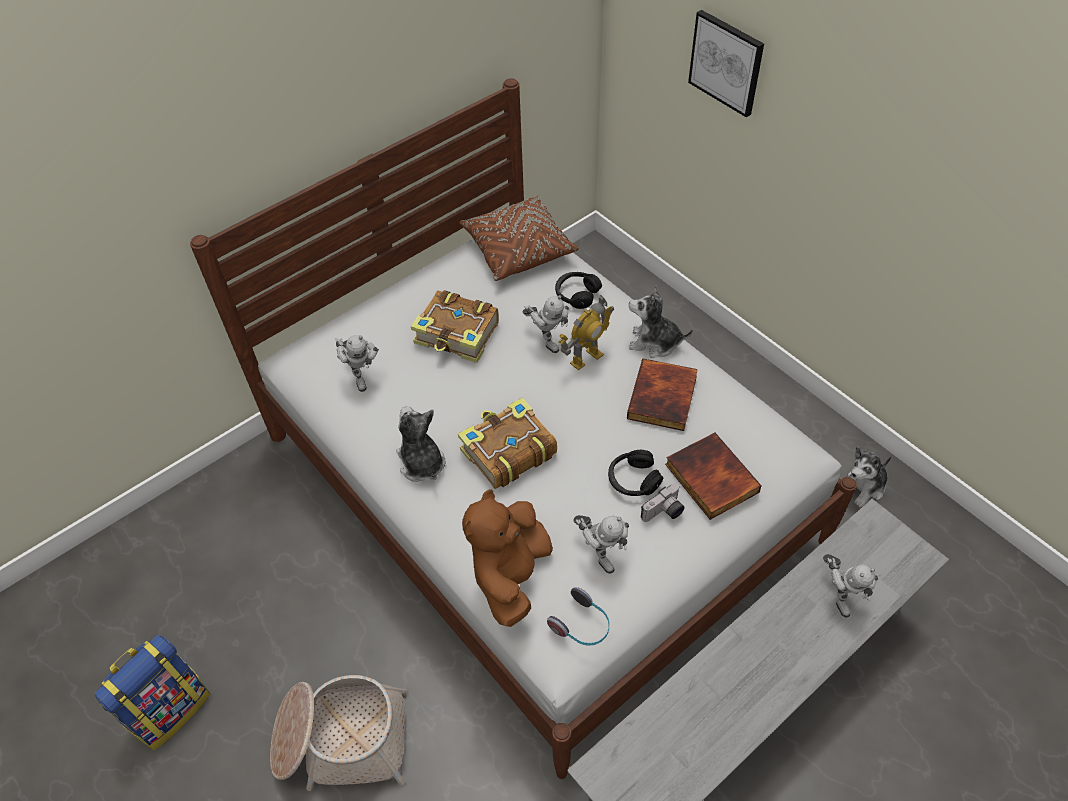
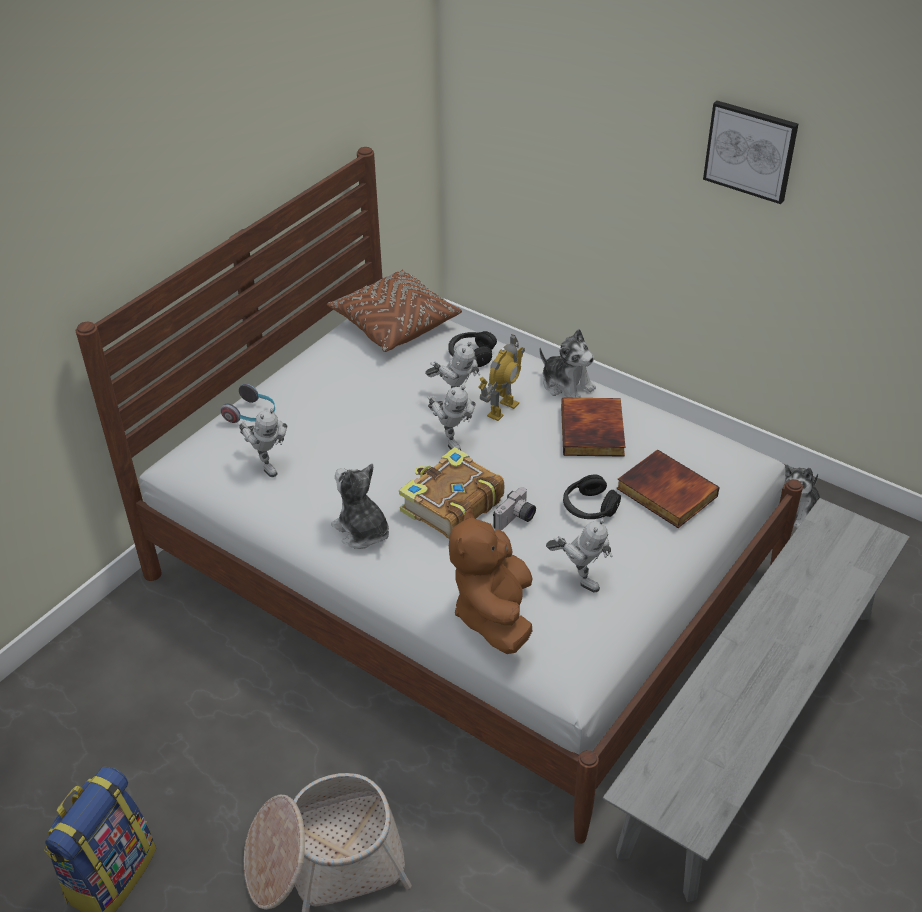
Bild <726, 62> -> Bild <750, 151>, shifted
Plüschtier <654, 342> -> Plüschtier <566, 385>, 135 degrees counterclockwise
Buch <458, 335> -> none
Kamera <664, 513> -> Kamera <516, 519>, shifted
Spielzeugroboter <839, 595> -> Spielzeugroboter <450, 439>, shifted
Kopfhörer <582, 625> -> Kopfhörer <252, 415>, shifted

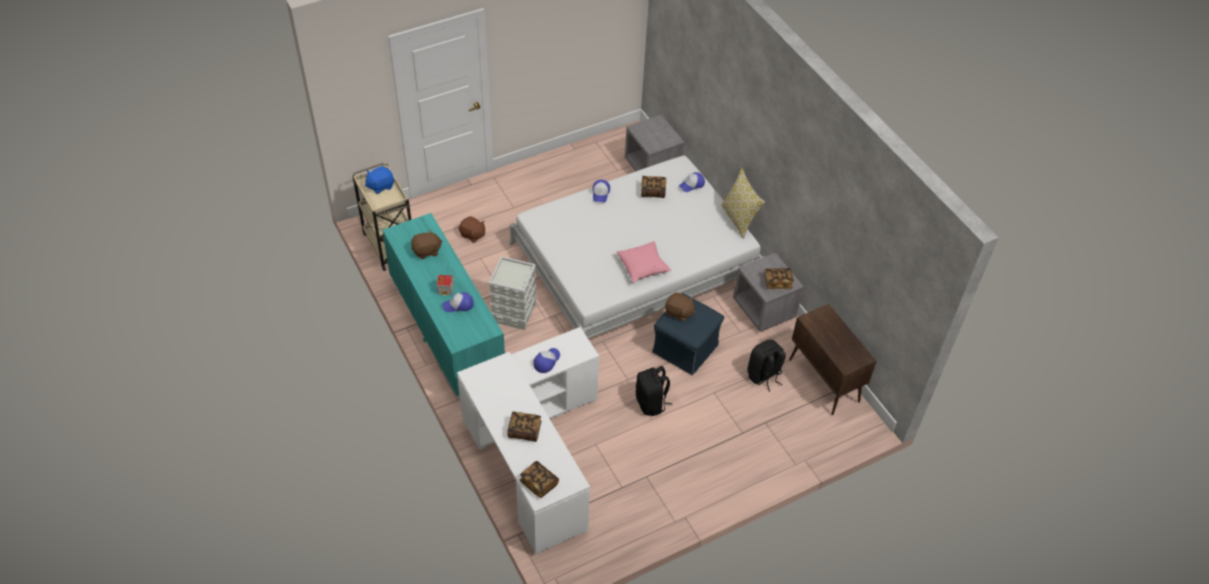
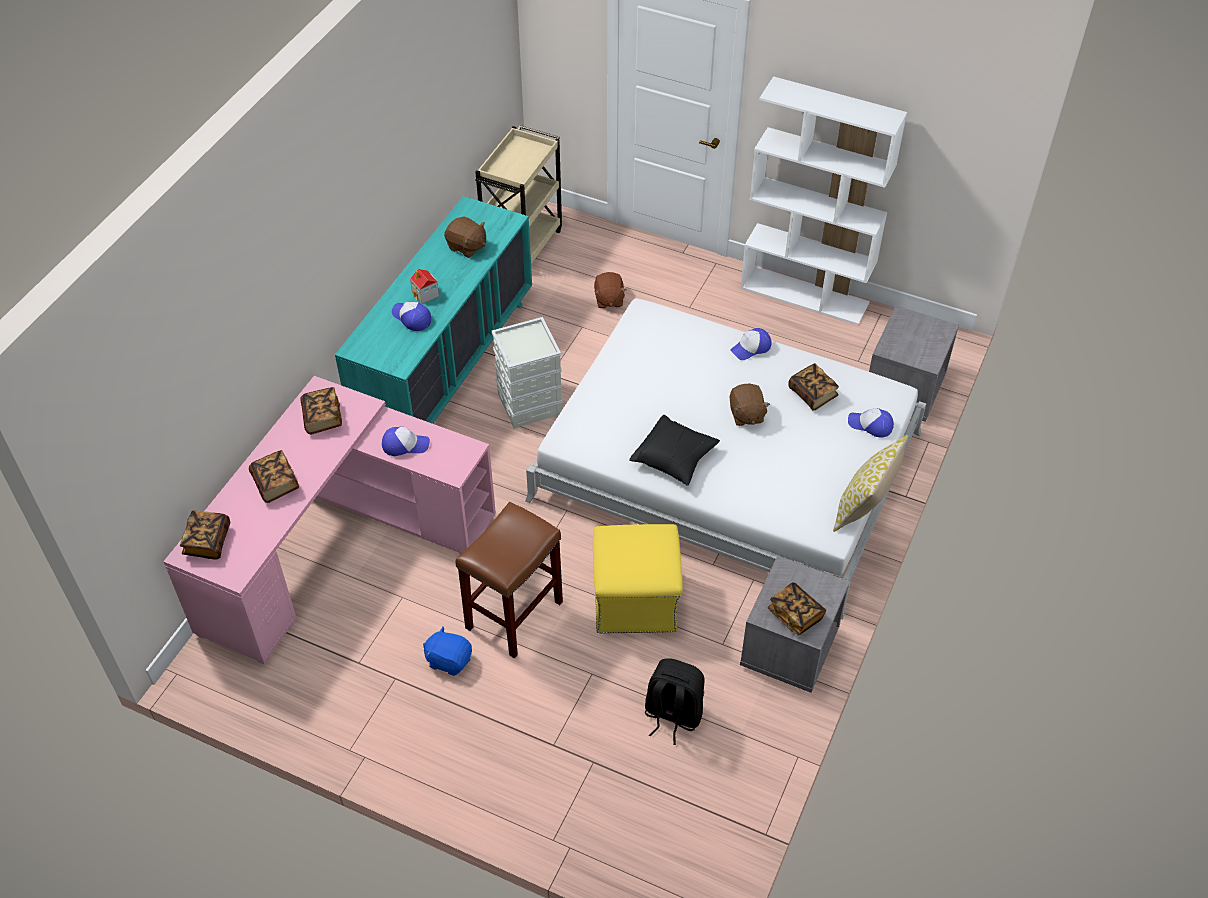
Plüschtier (blau) <380, 186> -> Plüschtier (blau) <449, 660>, shifted
Kissen (rosa) <643, 266> -> Kissen (schwarz) <674, 458>
Plüschtier (braun) <679, 313> -> Plüschtier (braun) <746, 415>, shifted
Polsterhocker (blau) <685, 348> -> Polsterhocker (gelb) <636, 600>
Schrank (braun) <824, 381> -> none
Schreibtisch (weiß) <531, 454> -> Schreibtisch (rosa) <337, 545>
Rucksack (schwarz) <651, 403> -> Hocker (braun) <514, 616>
none -> Bücherregal (weiß) <805, 295>
none -> Buch <322, 418>

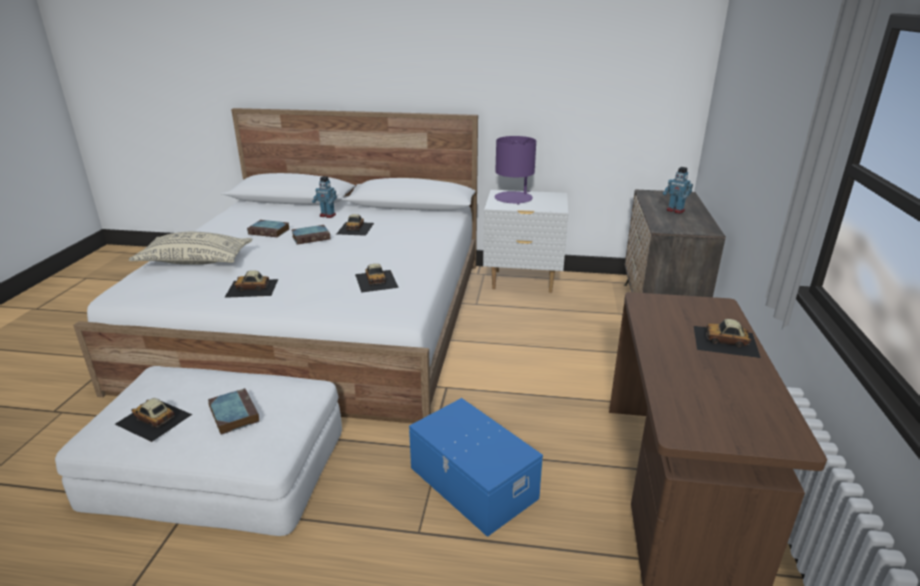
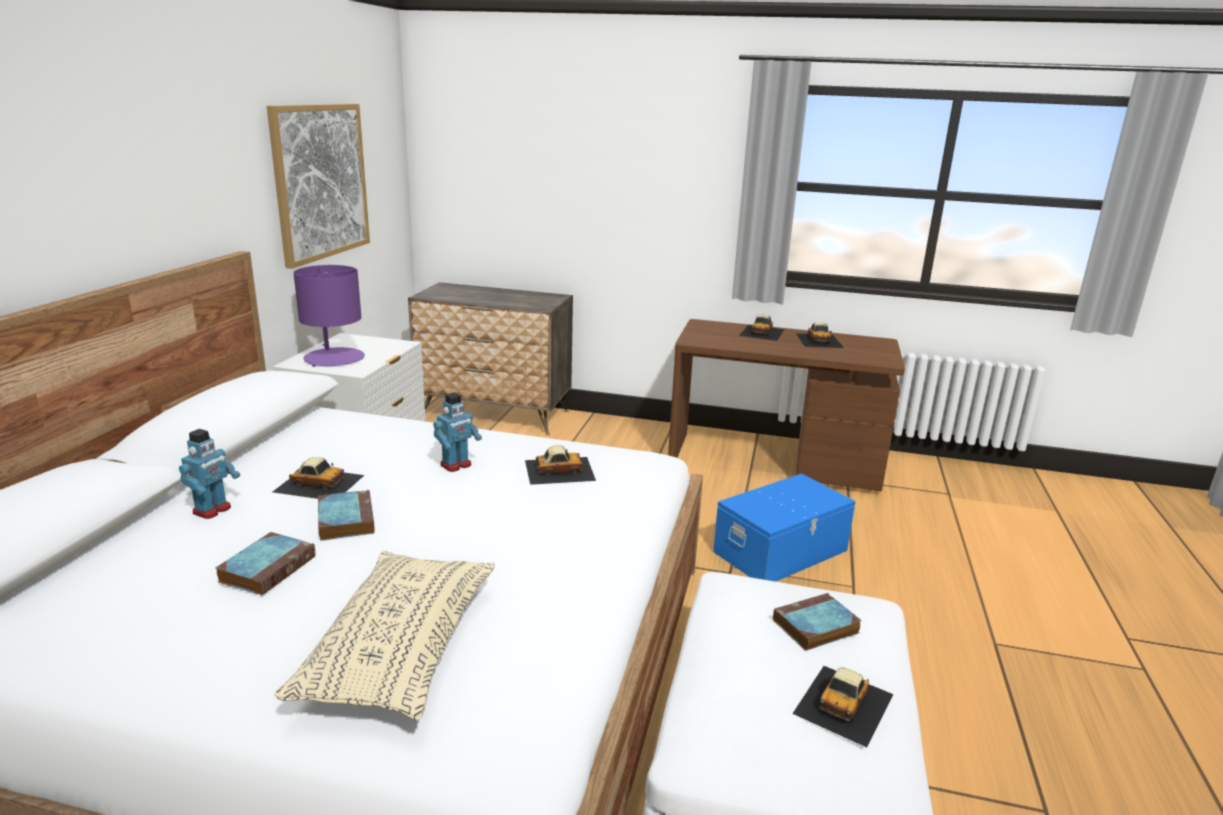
Spielzeugroboter <675, 211> -> Spielzeugroboter <456, 465>, shifted
Spielzeugauto <252, 288> -> Spielzeugauto <819, 340>, shifted
none -> Bild <320, 181>

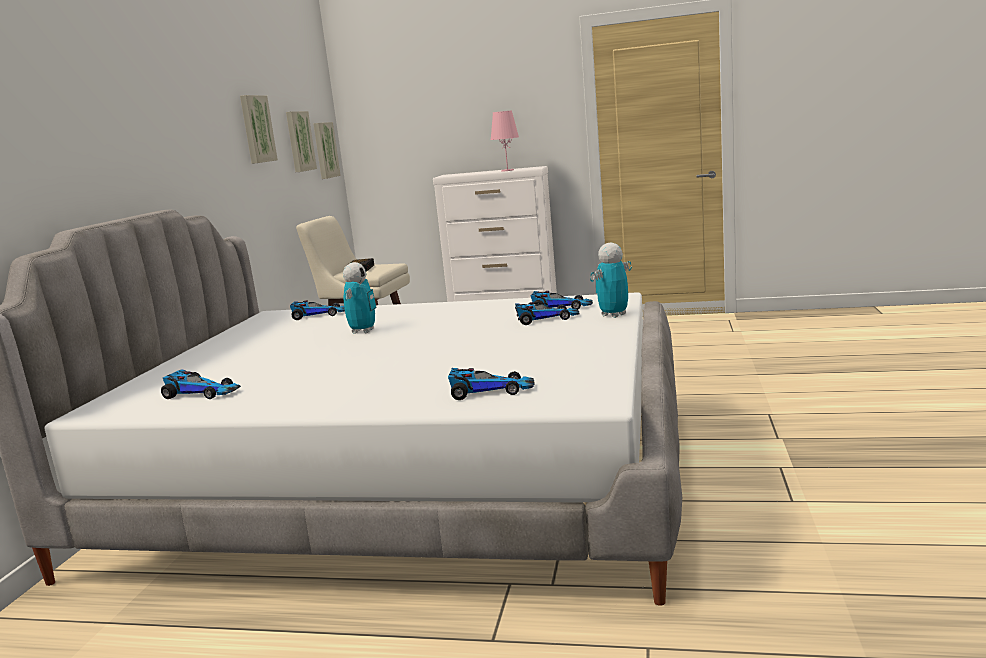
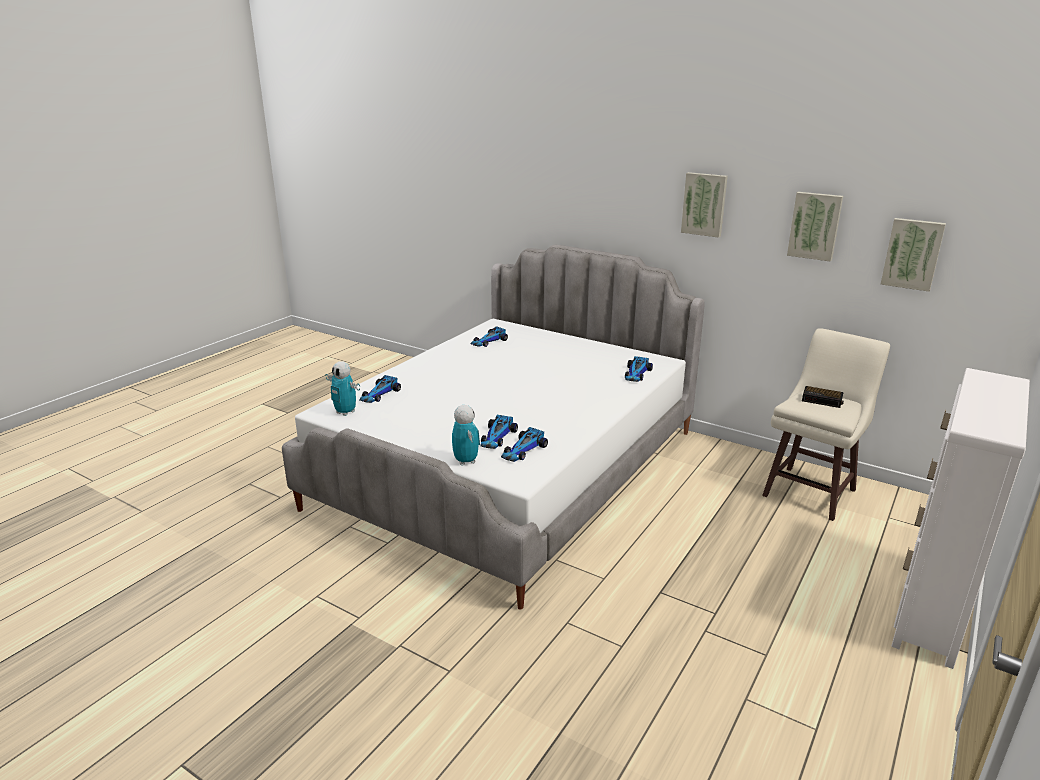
Tischlampe (rosa) <507, 170> -> none
Bild <324, 150> -> Bild <704, 204>, shifted
Spielzeugroboter <363, 331> -> Spielzeugroboter <345, 412>, shifted

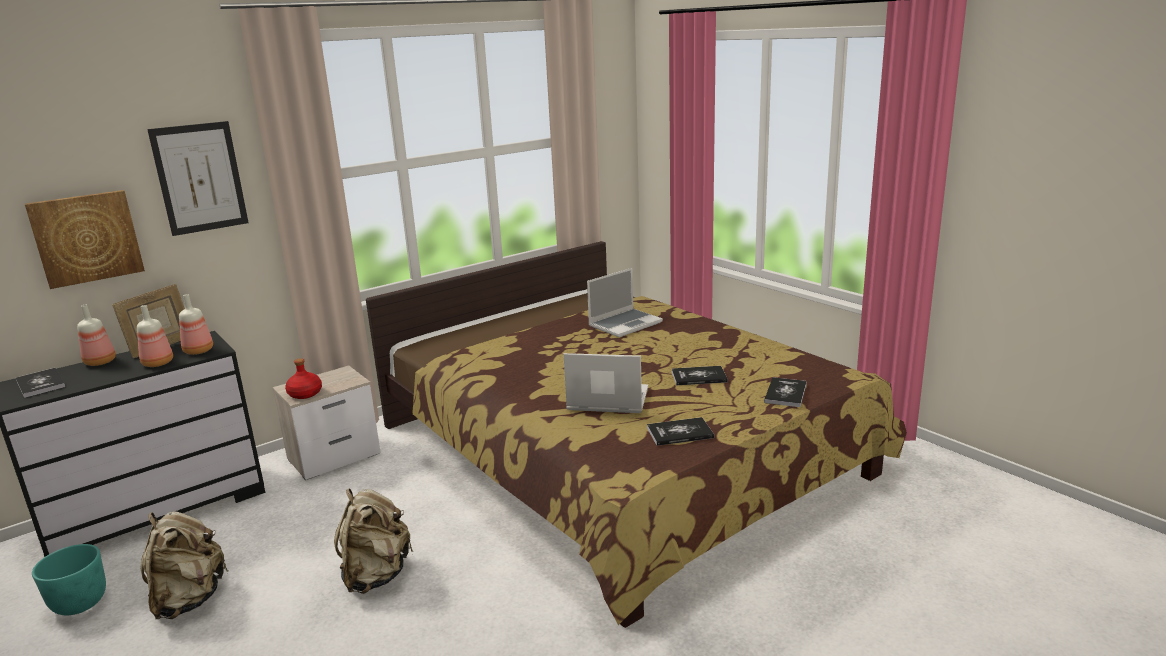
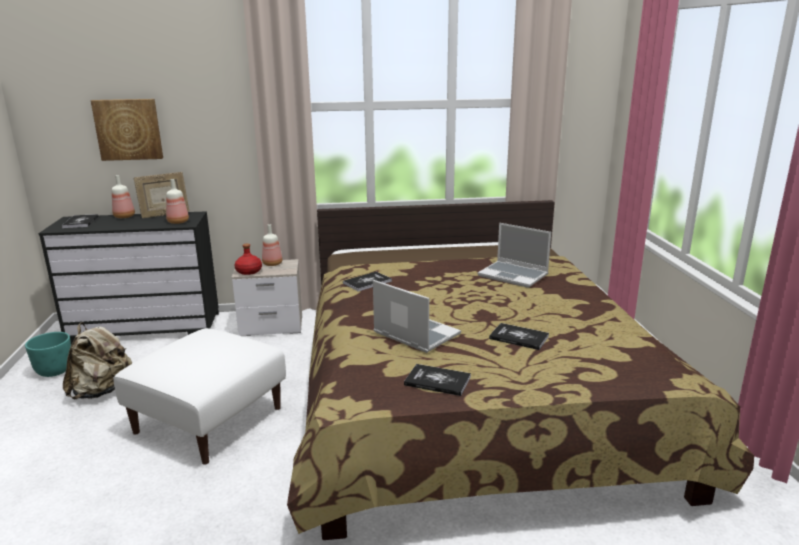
Bild <200, 178> -> none
Laptop <625, 324> -> Laptop <514, 275>, 45 degrees clockwise
Flasche <157, 363> -> Flasche <271, 264>, shifted
Buch <785, 393> -> Buch <367, 282>, shifted
Rucksack (beige) <376, 575> -> Polsterhocker (weiß) <209, 419>

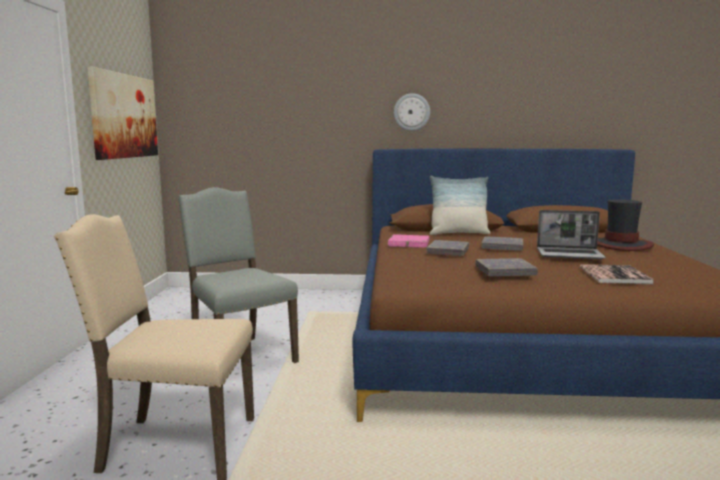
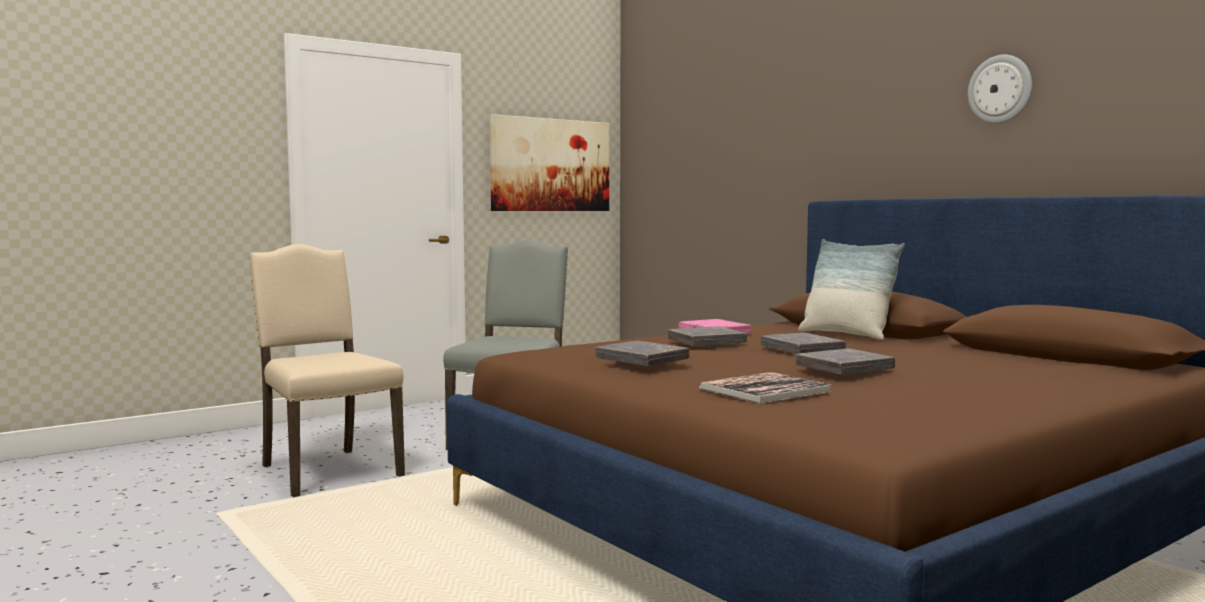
Wanduhr <411, 112> -> Wanduhr <1000, 89>, shifted
Hut <620, 245> -> none
Laptop <570, 254> -> Buch (grau) <844, 368>

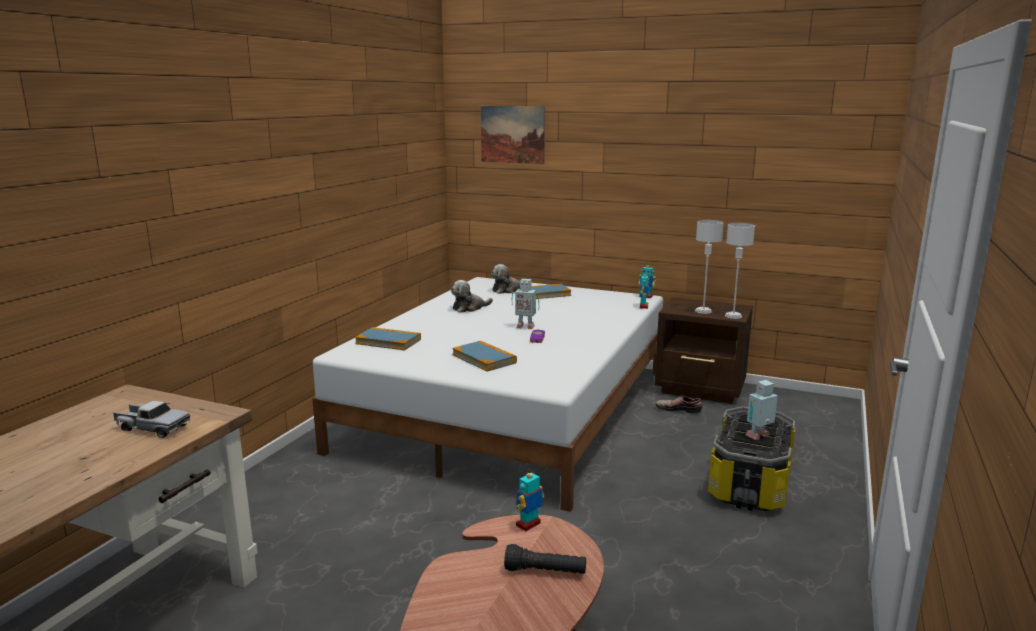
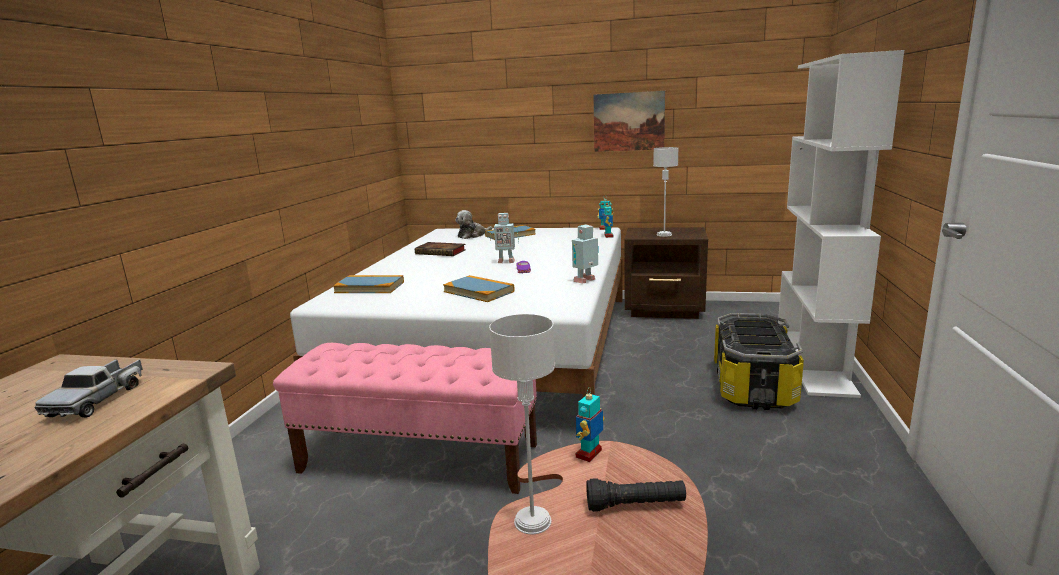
Bild <512, 134> -> Bild <628, 121>, shifted
Tischlampe (grau) <733, 316> -> Tischlampe (grau) <533, 521>, shifted
Plüschtier <469, 308> -> Buch <442, 252>
Spielzeugroboter <759, 436> -> Spielzeugroboter <586, 281>, shifted
Schuh <678, 409> -> none
Spielzeuglaster <152, 428> -> Spielzeuglaster <98, 399>, 90 degrees clockwise
none -> Bücherregal (weiß) <814, 361>
none -> Bank (rosa) <420, 458>

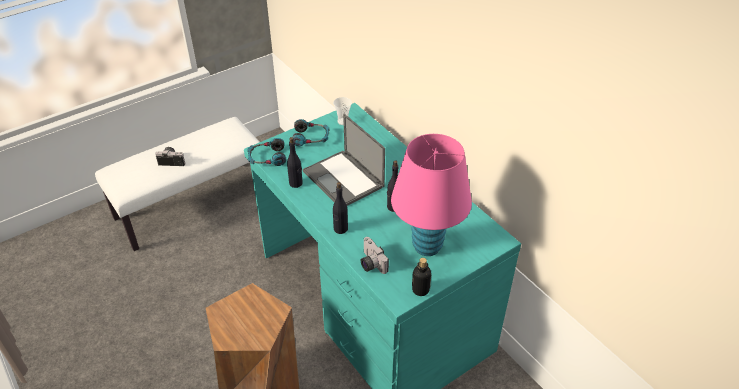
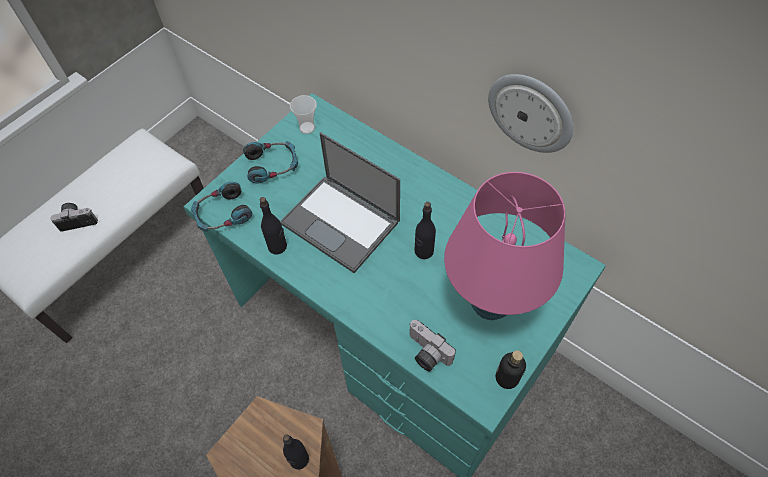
Flasche (schwarz) <340, 229> -> Flasche (schwarz) <299, 459>, shifted
none -> Wanduhr <531, 112>

